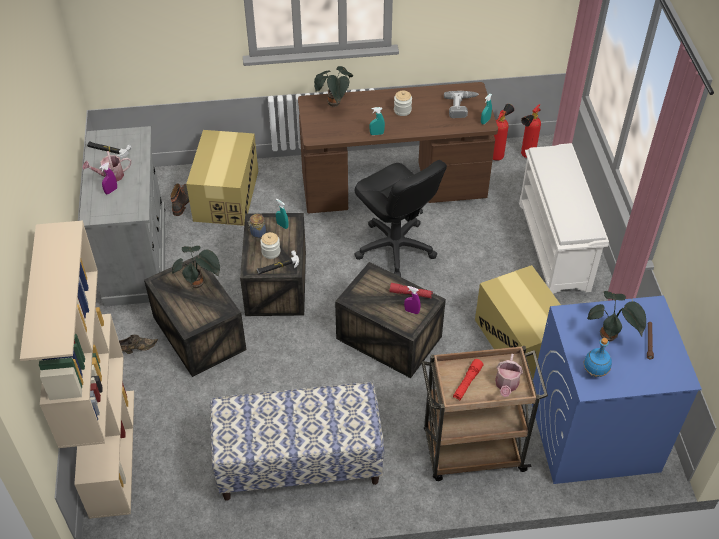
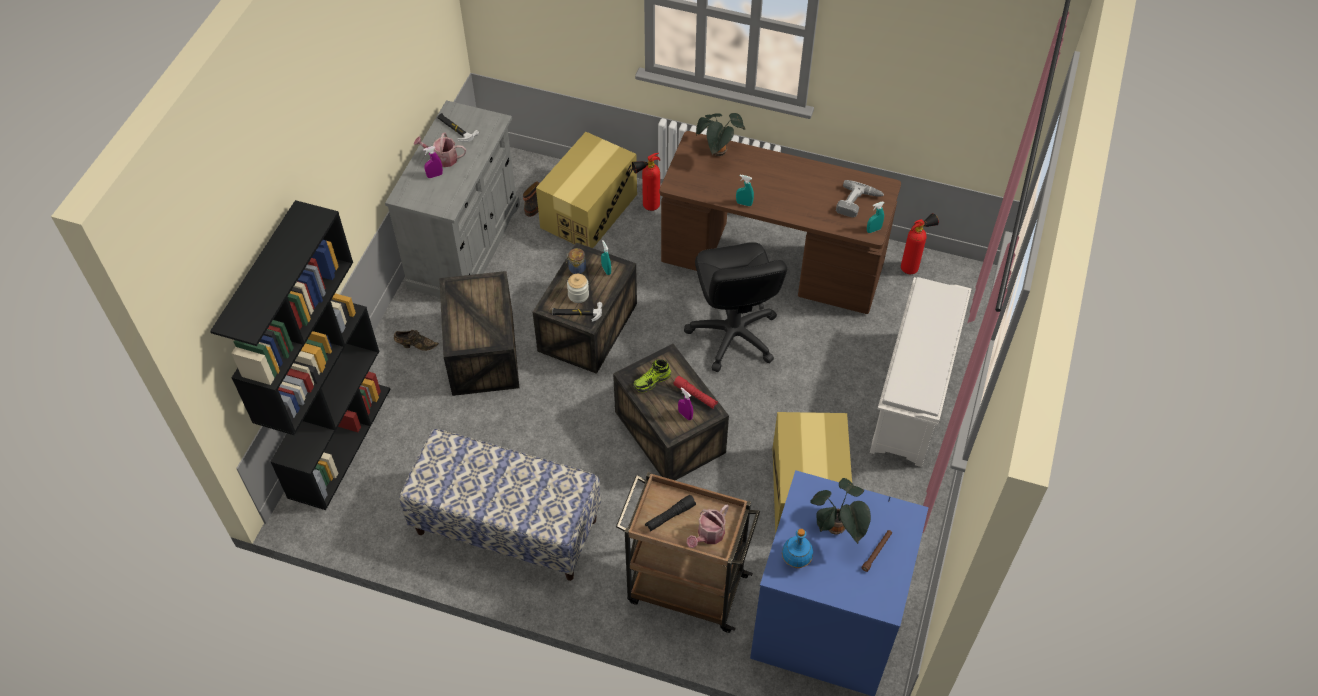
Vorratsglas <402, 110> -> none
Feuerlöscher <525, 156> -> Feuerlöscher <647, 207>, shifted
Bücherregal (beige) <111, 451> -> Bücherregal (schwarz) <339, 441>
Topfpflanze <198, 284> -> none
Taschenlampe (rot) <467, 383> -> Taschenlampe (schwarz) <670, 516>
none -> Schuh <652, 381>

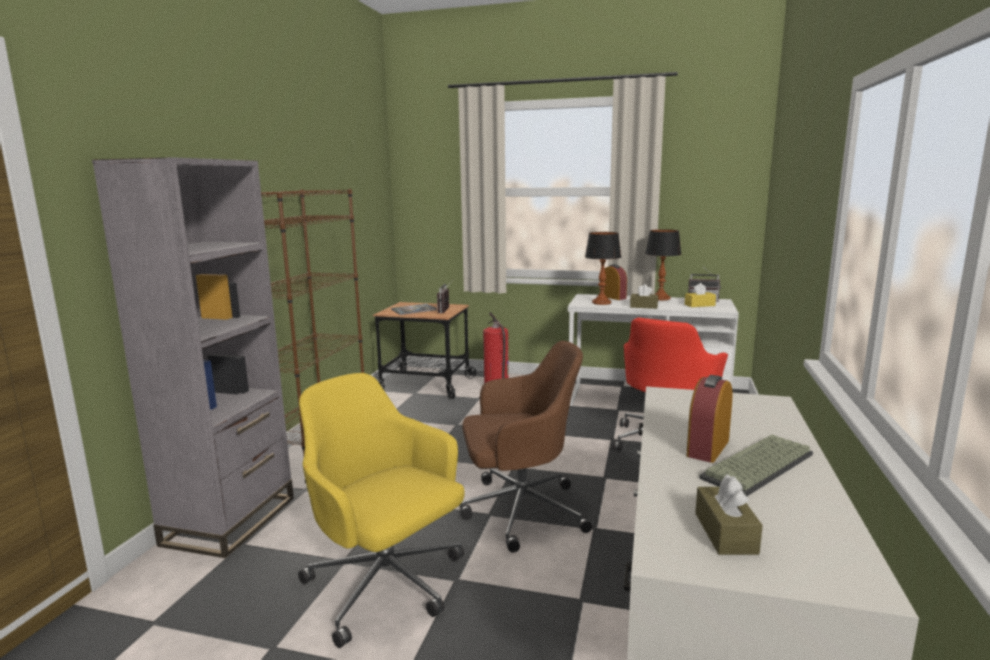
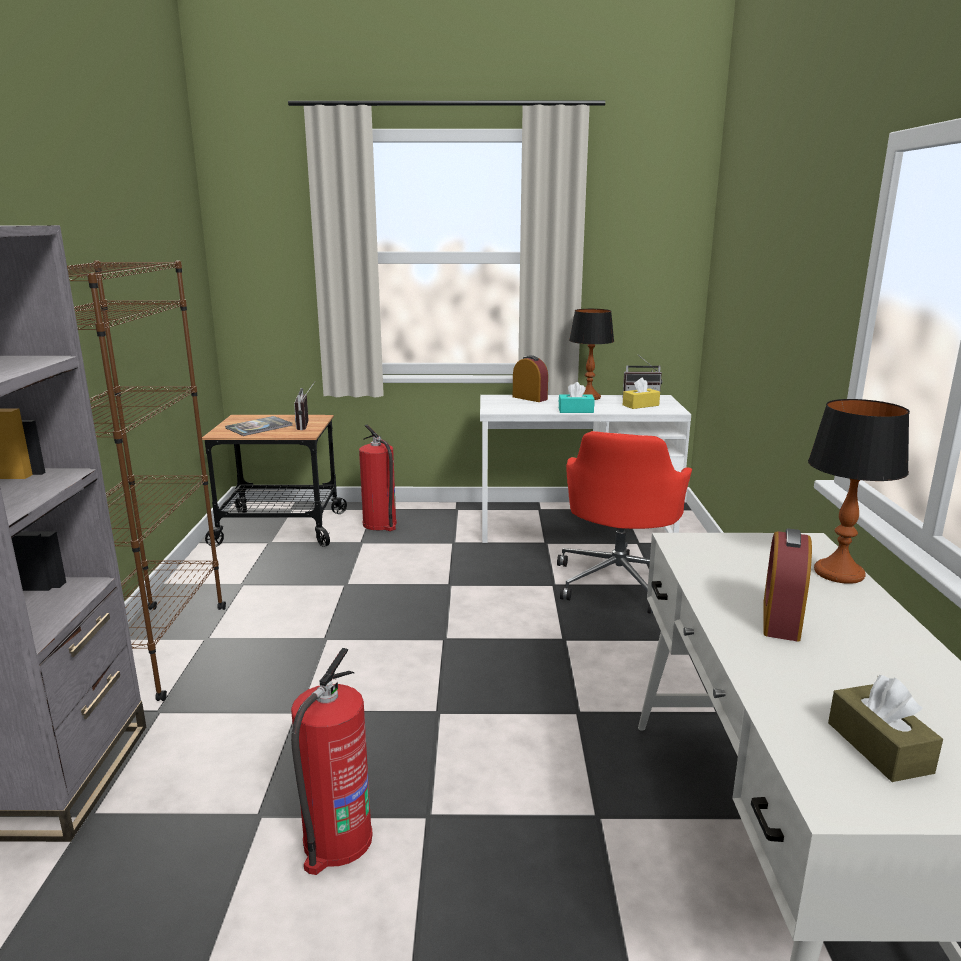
Tischlampe <601, 302> -> Tischlampe <838, 573>, shifted
Taschentuchbox (braun) <643, 306> -> Taschentuchbox (türkis) <576, 410>
Bürostuhl (braun) <520, 511> -> none
Bürostuhl (gelb) <387, 585> -> Feuerlöscher <336, 841>
Tastatur <759, 467> -> none

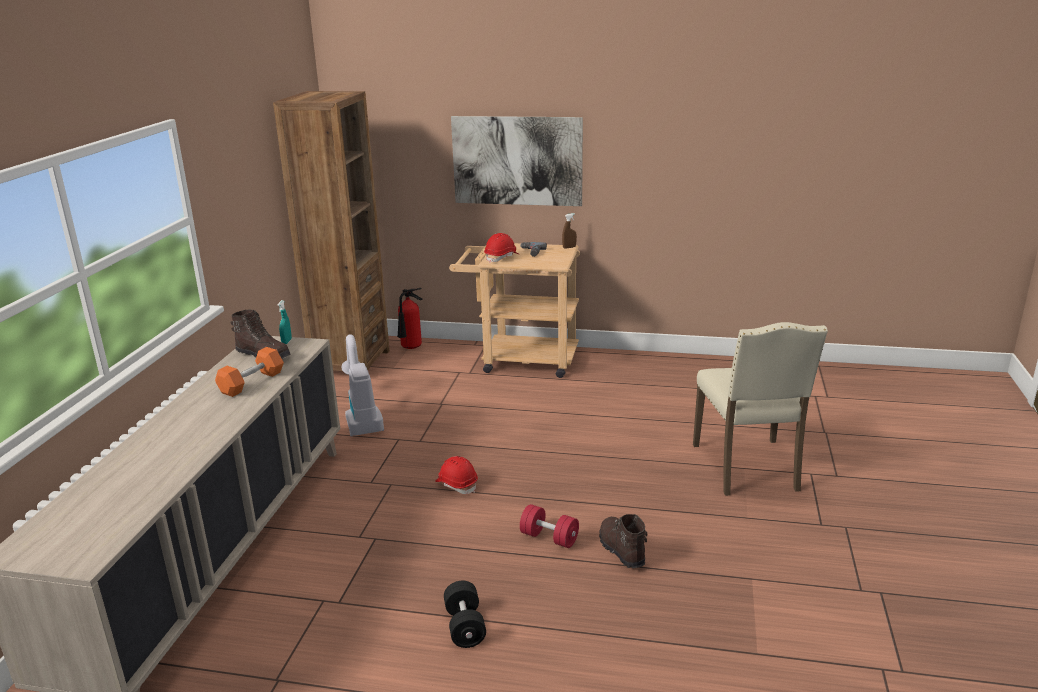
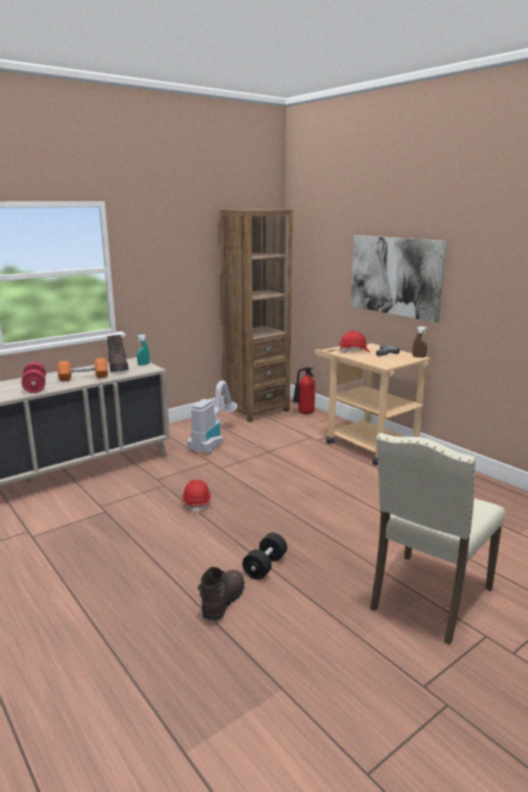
Hantel (rot) <549, 538> -> Hantel (rot) <35, 387>, shifted
Hantel (schwarz) <465, 626> -> Hantel (schwarz) <265, 566>, shifted

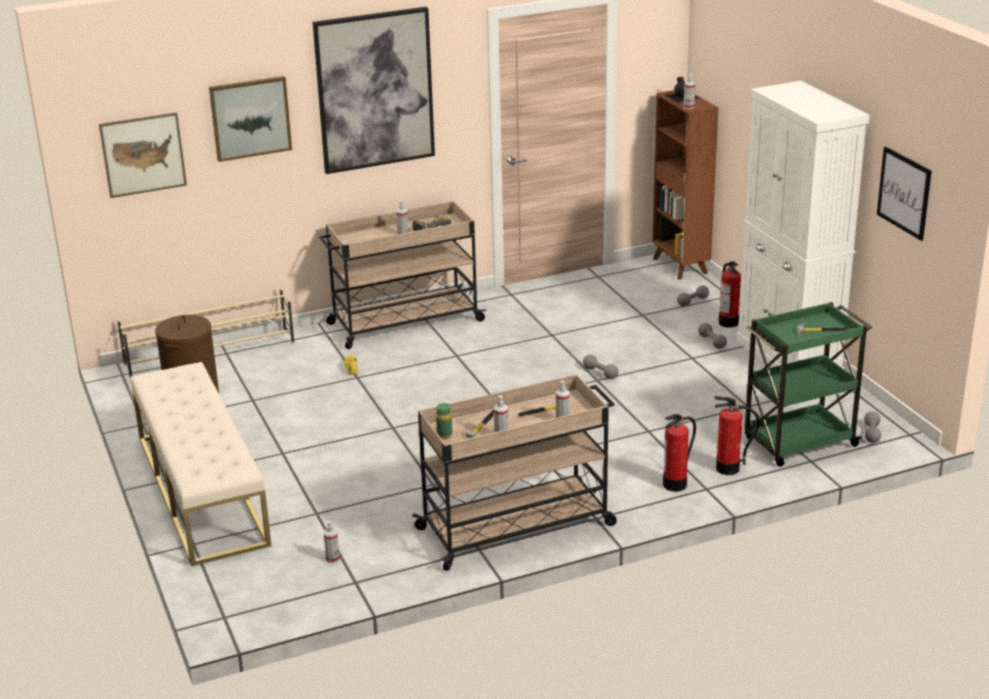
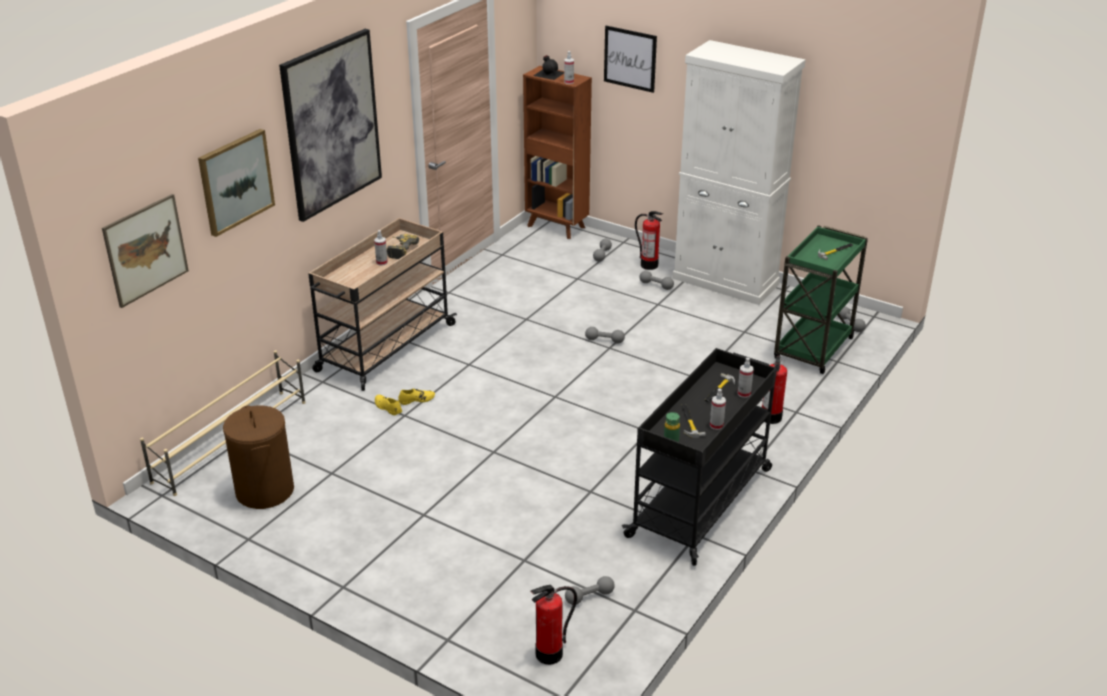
Bild <904, 193> -> Bild <630, 58>, shifted
Bank (beige) <201, 490> -> none
Rollwagen (beige) <518, 526> -> Rollwagen (schwarz) <701, 501>
Feuerlöscher <728, 469> -> Feuerlöscher <549, 654>, shifted
Sprühflasche <332, 558> -> Hantel (grau) <589, 597>
none -> Schuh (gelb) <416, 399>

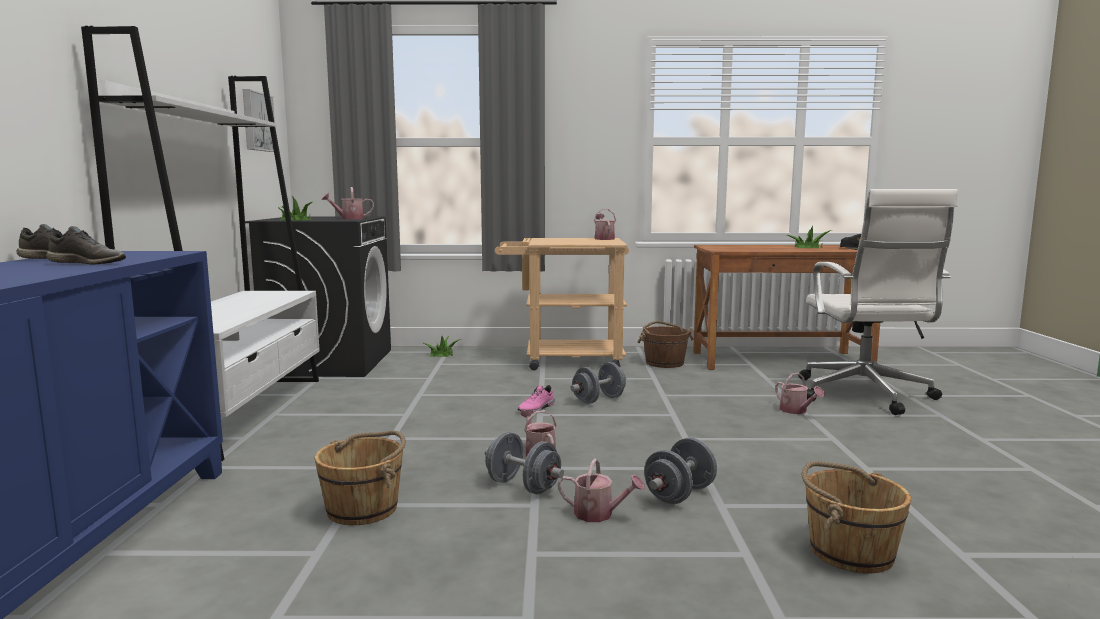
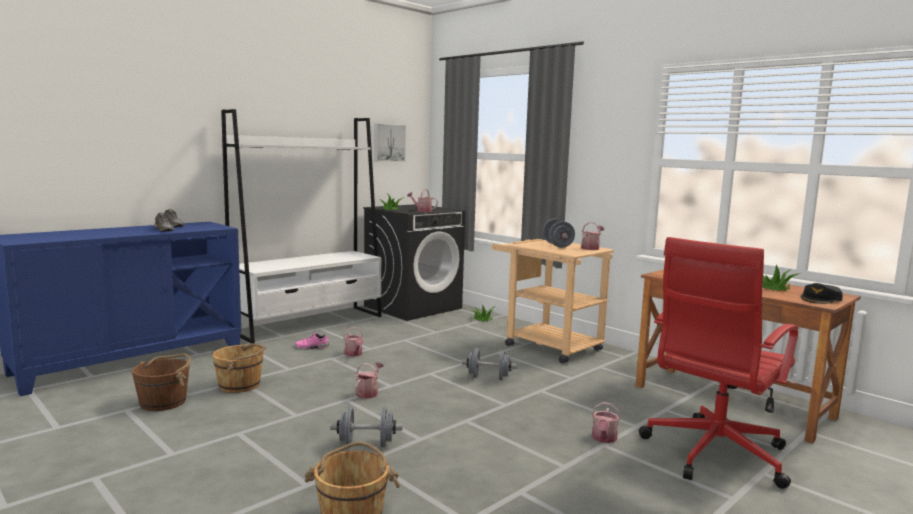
Bürostuhl (weiß) <864, 395> -> Bürostuhl (rot) <713, 454>
Eimer (braun) <664, 363> -> Eimer (braun) <164, 402>, shifted
Schuh (rosa) <537, 409> -> Schuh (rosa) <311, 347>, shifted
Hantel (grau) <523, 486> -> Hantel (grau) <557, 245>, shifted
Gießkanne <599, 514> -> Gießkanne <354, 354>, shifted

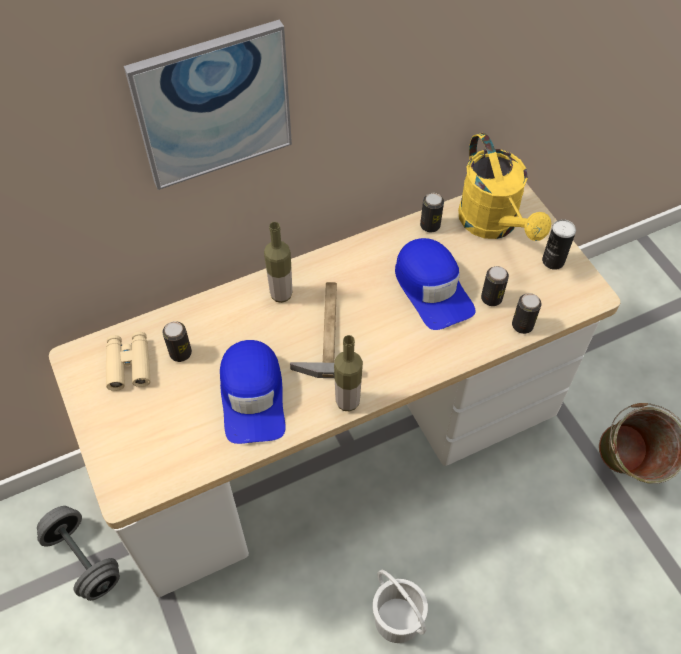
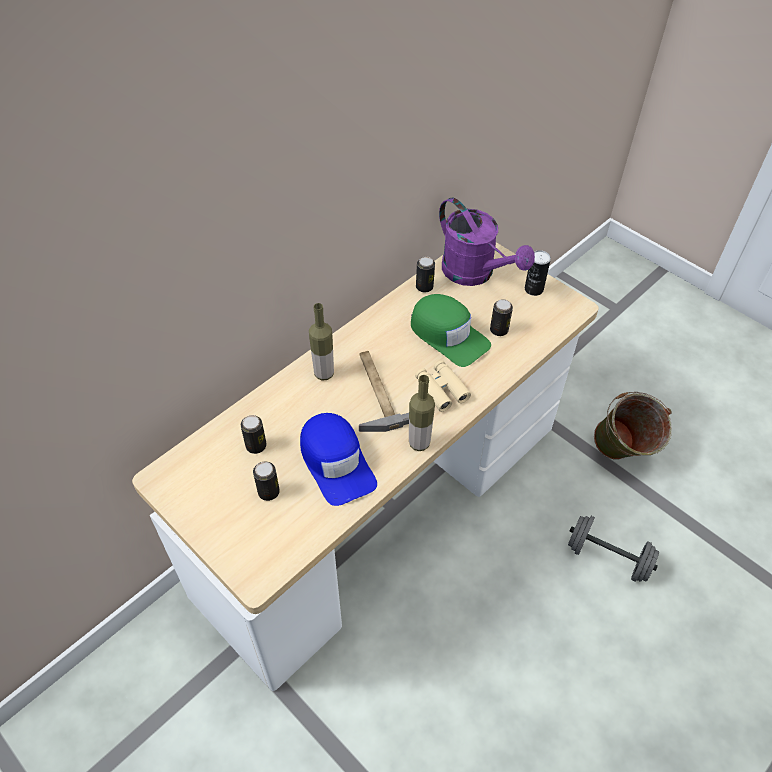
Bild <213, 105> -> none
Gießkanne (gelb) <494, 225> -> Gießkanne (lila) <475, 273>
Kappe (blau) <432, 288> -> Kappe (grün) <448, 335>
Dose <522, 325> -> Dose <268, 492>, shifted
Fernglas (beige) <129, 364> -> Fernglas (beige) <441, 389>, shifted
Hantel (grau) <83, 559> -> Hantel (grau) <608, 557>, shifted
Eimer (weiß) <397, 620> -> none

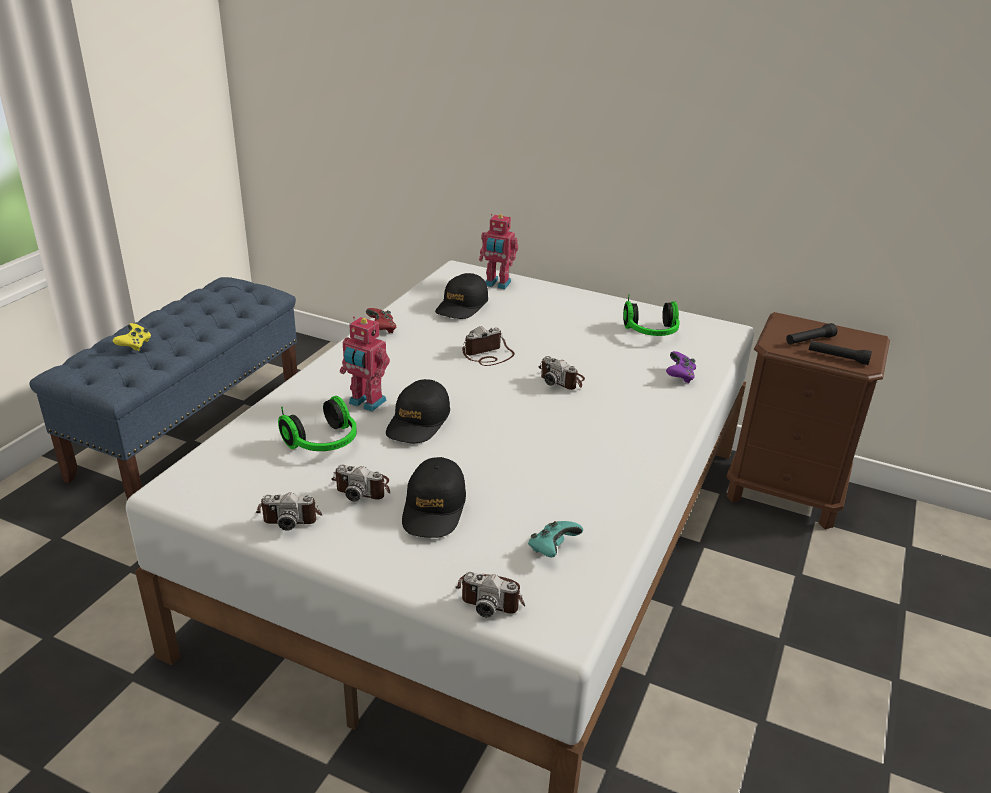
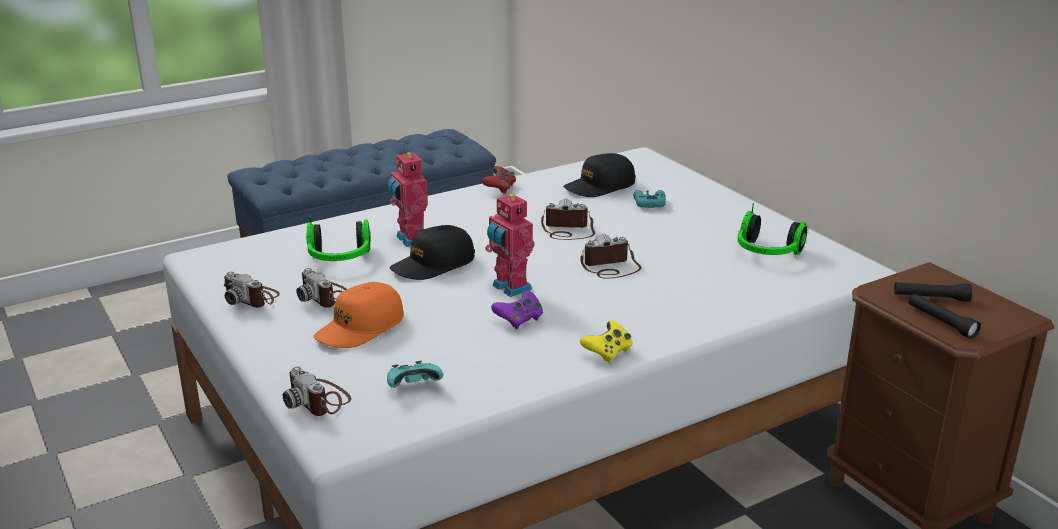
Spielzeugroboter <497, 284> -> Spielzeugroboter <509, 288>, shifted
Gamepad (gelb) <135, 345> -> Gamepad (gelb) <607, 353>, shifted
Gamepad (lila) <680, 376> -> Gamepad (lila) <519, 320>, shifted
Kamera <562, 379> -> Kamera <610, 267>, 90 degrees clockwise
Kappe (schwarz) <434, 508> -> Kappe (orange) <360, 328>
none -> Gamepad (türkis) <649, 203>

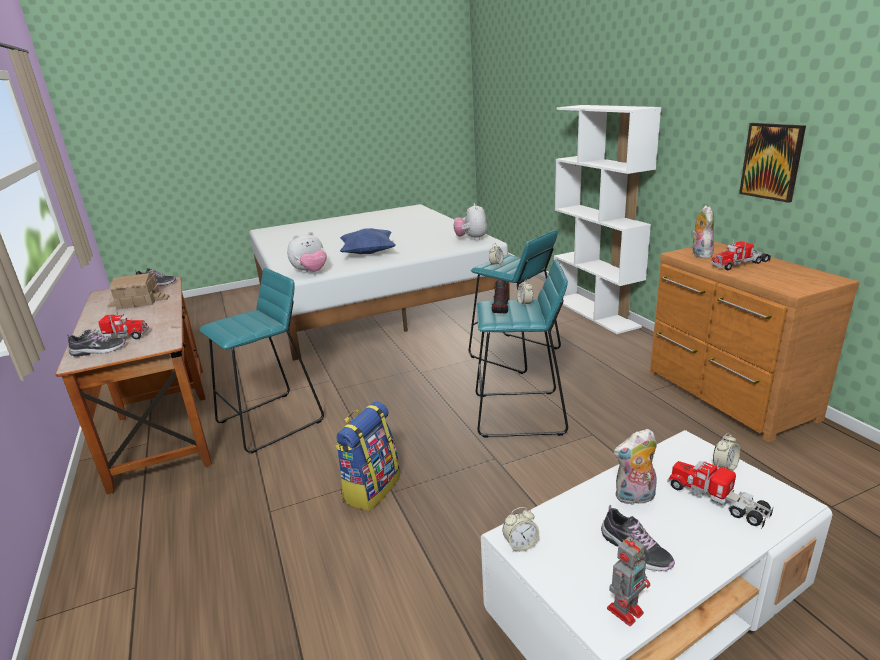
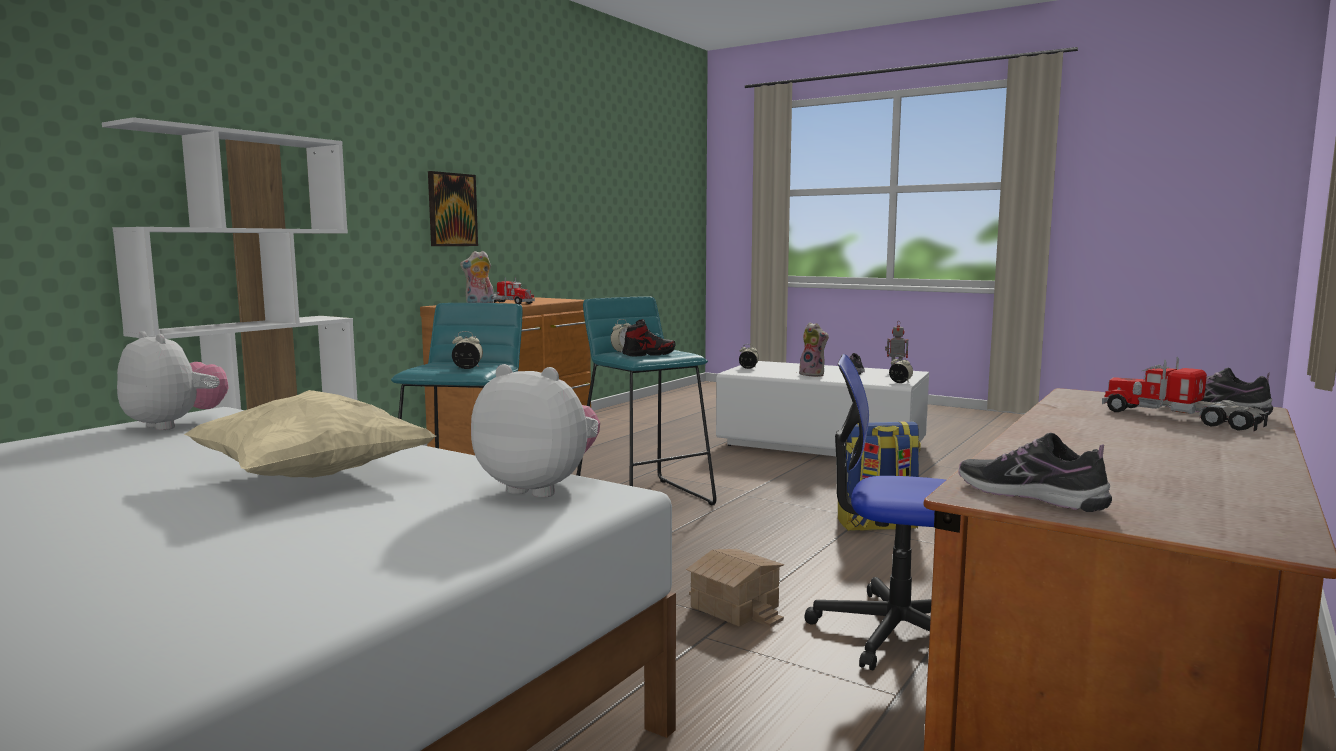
Plüschtier <471, 239> -> Plüschtier <175, 425>, 105 degrees counterclockwise
Kissen (blau) <368, 253> -> Kissen (beige) <313, 477>
Hocker (türkis) <271, 421> -> Bürostuhl <893, 631>
Spielzeughaus <139, 302> -> Spielzeughaus <735, 606>, shifted
Spielzeuglaster <717, 500> -> none

